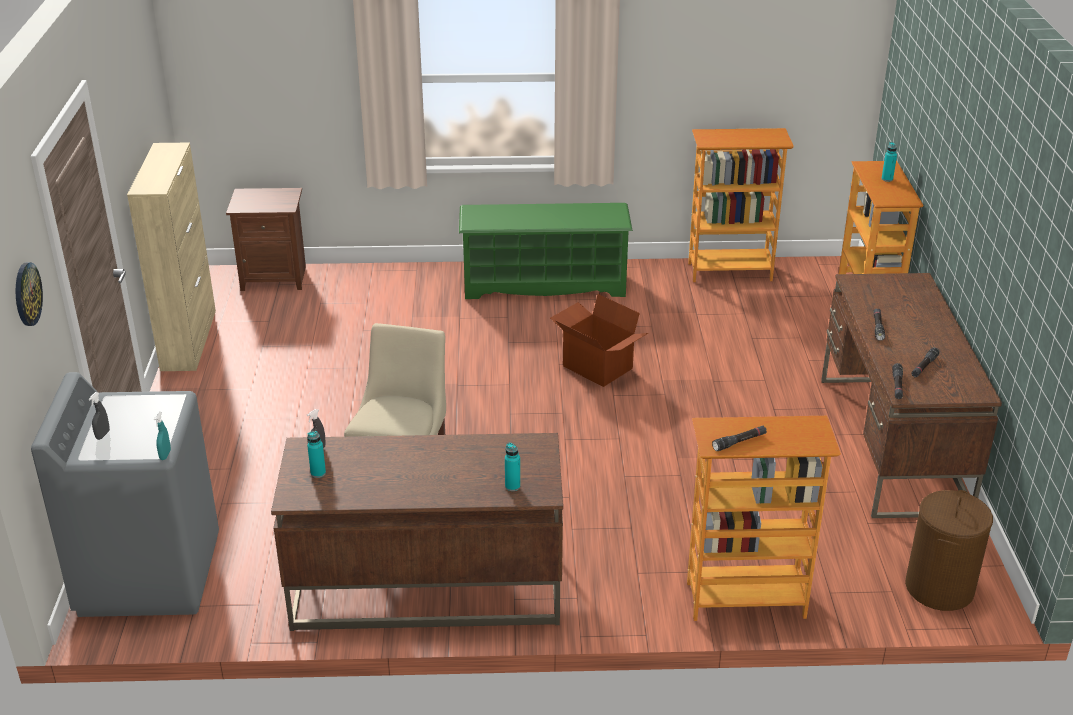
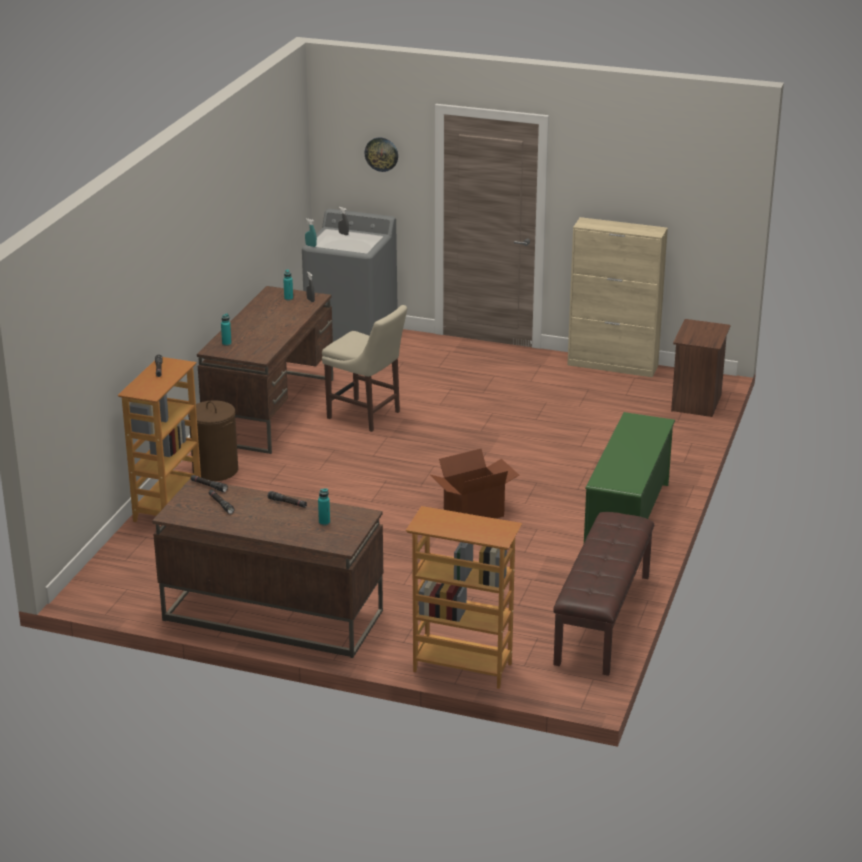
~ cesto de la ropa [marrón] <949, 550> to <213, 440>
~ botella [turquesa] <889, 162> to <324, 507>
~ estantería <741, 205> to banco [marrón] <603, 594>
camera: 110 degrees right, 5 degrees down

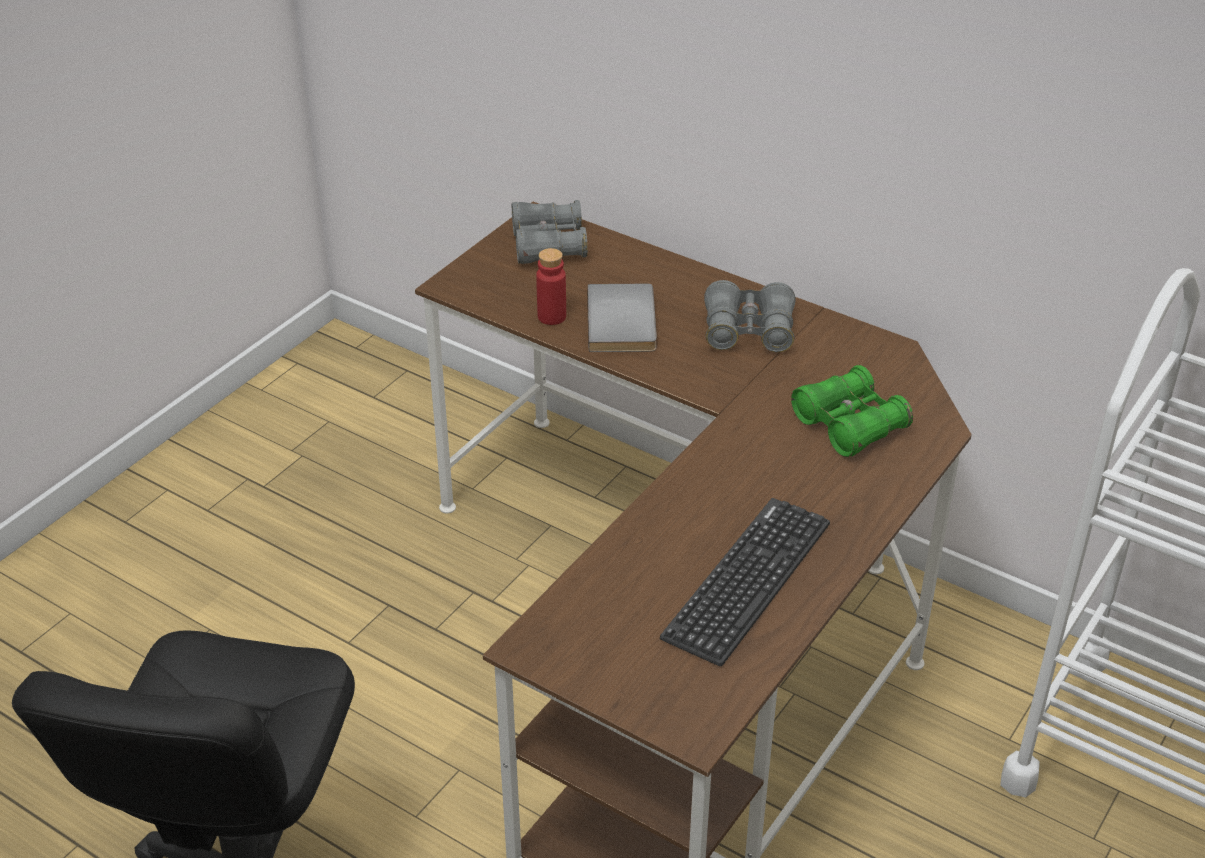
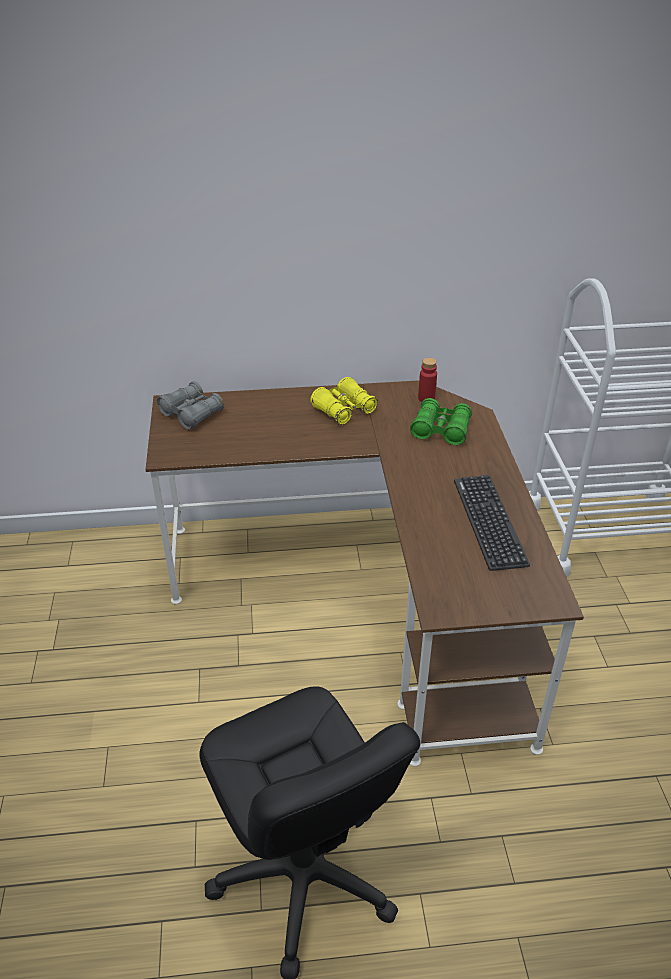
~ prismáticos [gris] <750, 316> to prismáticos [amarillo] <344, 401>
~ botella [rojo] <551, 286> to <427, 380>
- libro [gris] <622, 317>
camera: 40 degrees left, 0 degrees up

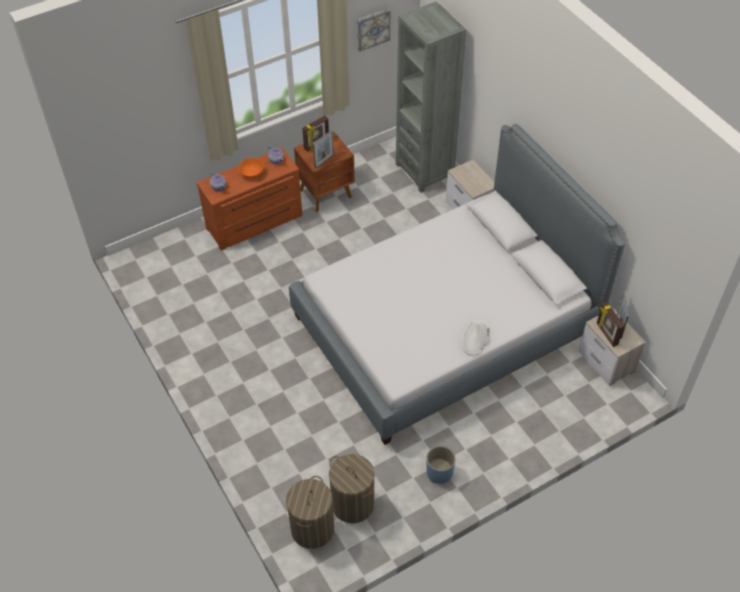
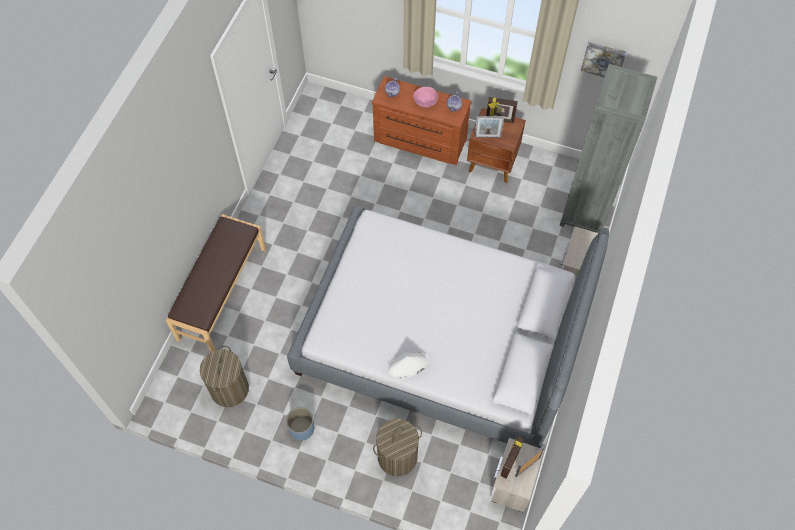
+ banco [marrón] <216, 283>
~ cesto de la ropa <310, 512> to <397, 447>
~ cuenco [naranja] <251, 168> to cuenco [rosa] <425, 97>
camera: 50 degrees right, 10 degrees up

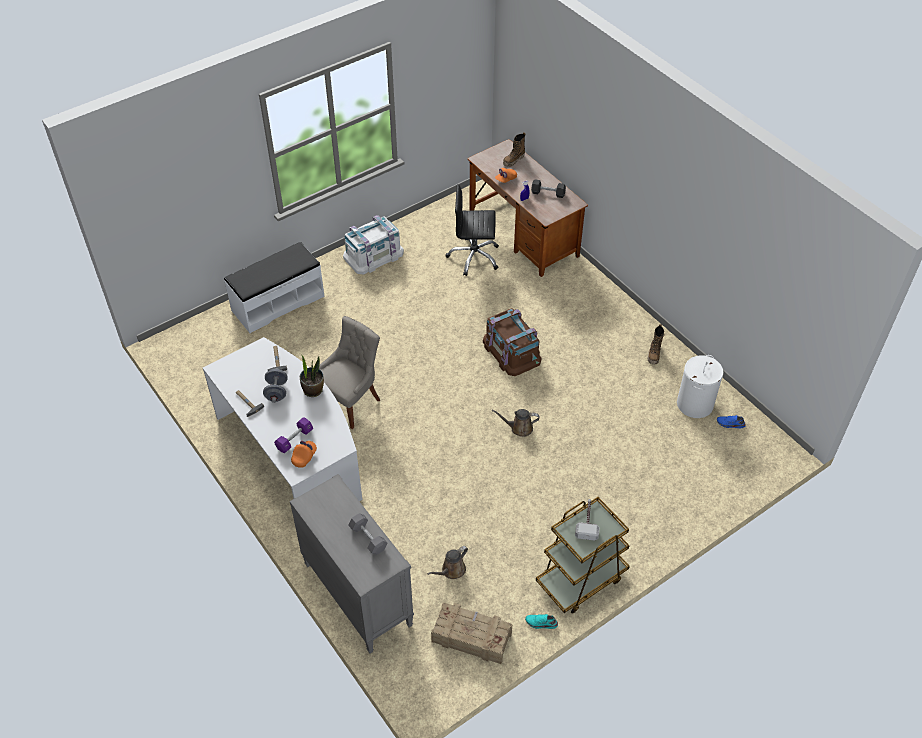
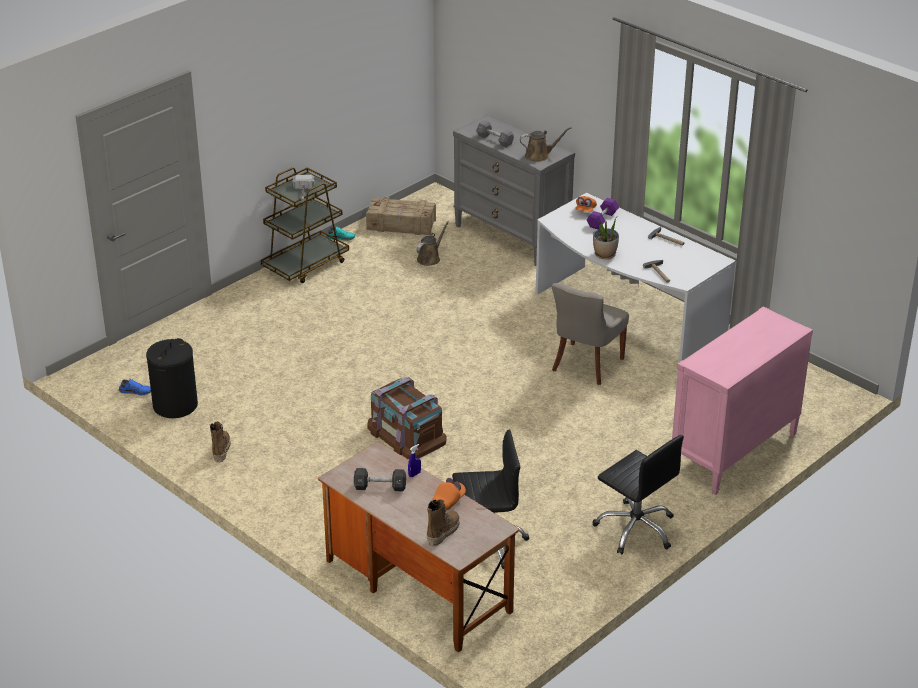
~ cesto de la ropa [blanco] <700, 386> to cesto de la ropa [negro] <172, 378>
~ regadera [marrón] <515, 423> to <545, 144>
~ caja de almacenaje [blanco] <373, 245> to silla de oficina [negro] <638, 494>
~ banco [blanco] <274, 287> to cómoda [rosa] <742, 400>
- mancuerna [gris] <275, 385>
camera: 170 degrees right, 15 degrees down

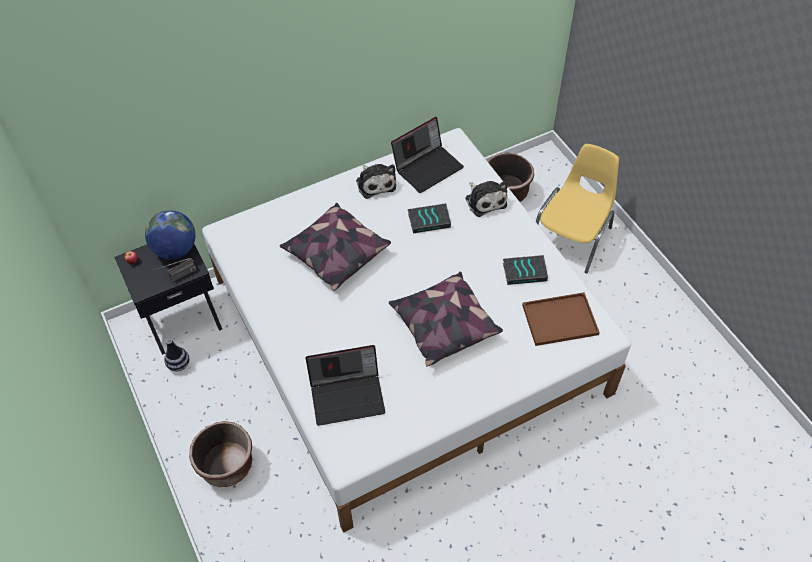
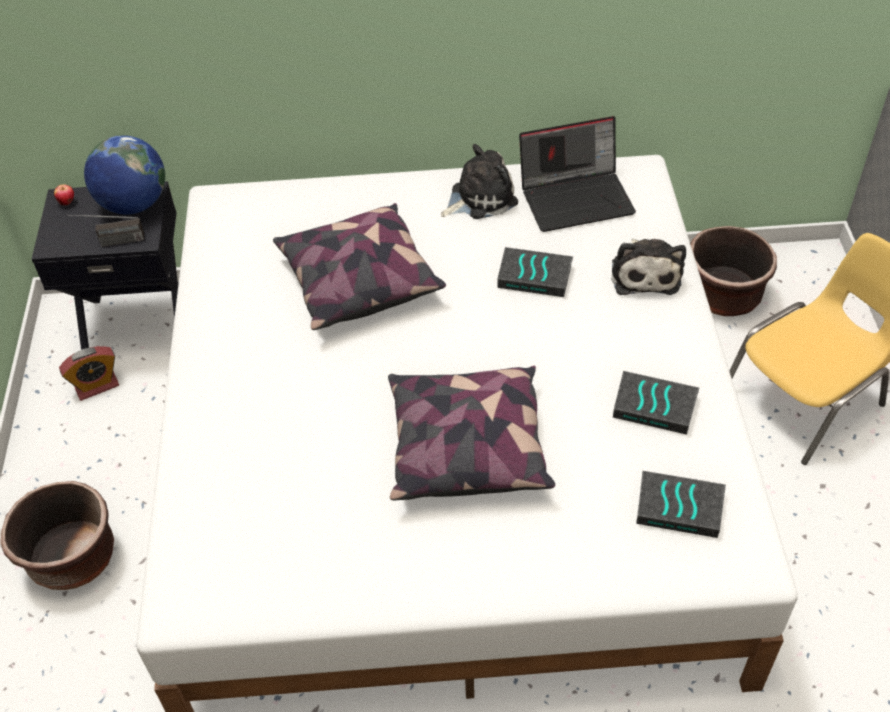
~ florero <177, 355> to despertador <89, 373>
~ peluche <376, 181> = <479, 181> 120 degrees counterclockwise
~ bandeja [marrón] <561, 319> to libro <681, 504>
- portátil <345, 385>
camera: 25 degrees right, 5 degrees down

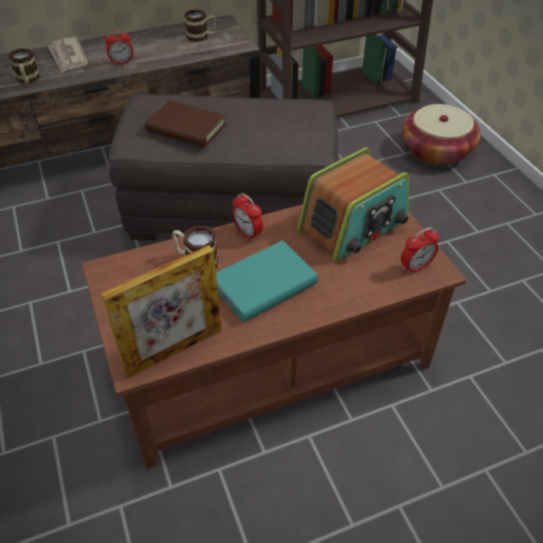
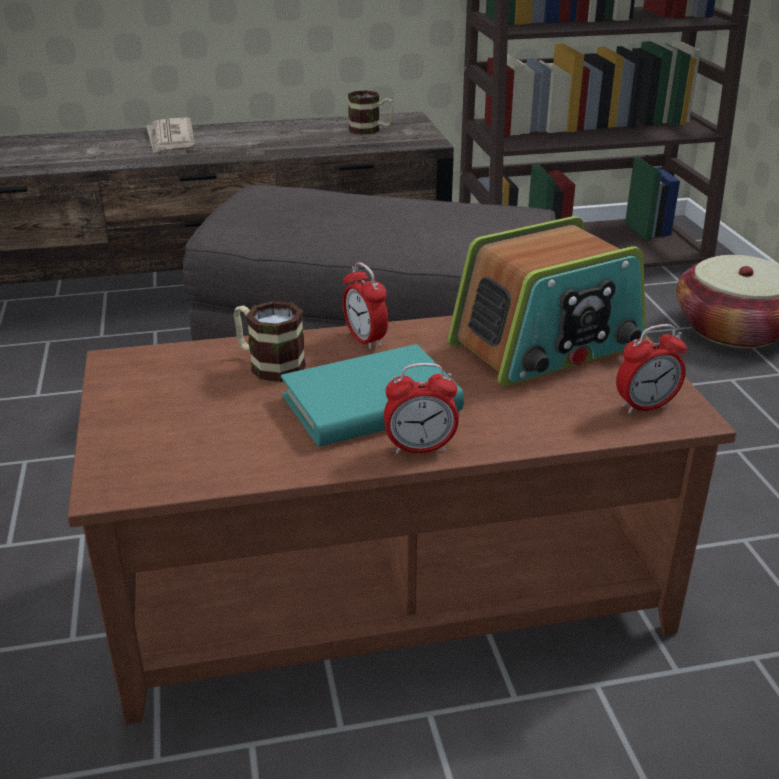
~ despertador <119, 47> to <421, 408>
- taza grande <24, 66>
- portarretratos <161, 311>
- libro [marrón] <185, 123>
camera: 10 degrees right, 15 degrees down

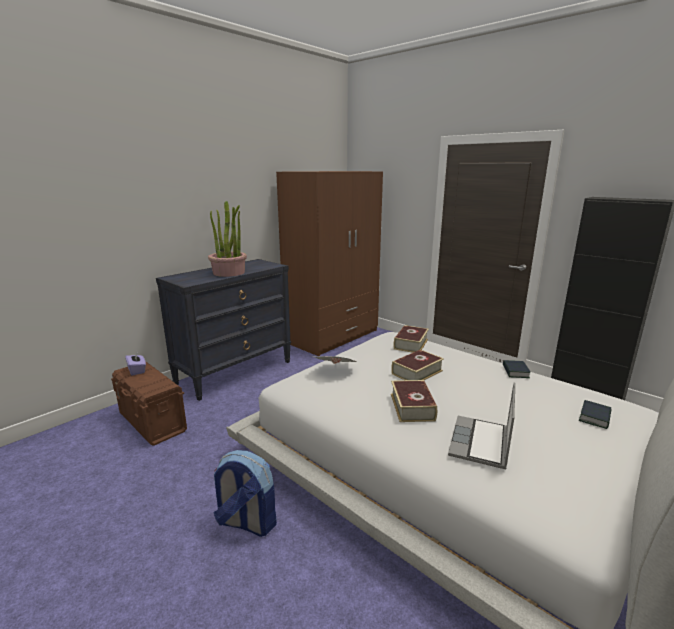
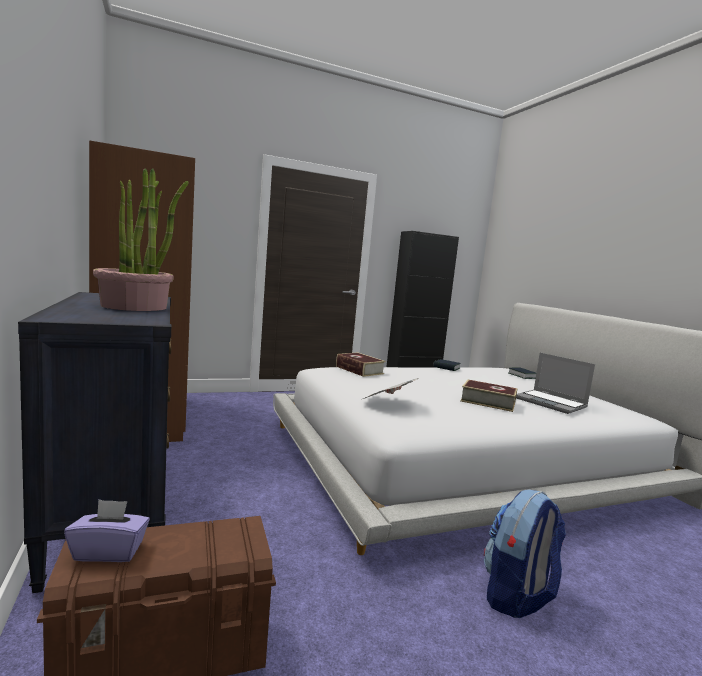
- libro <417, 365>
camera: 65 degrees left, 10 degrees down

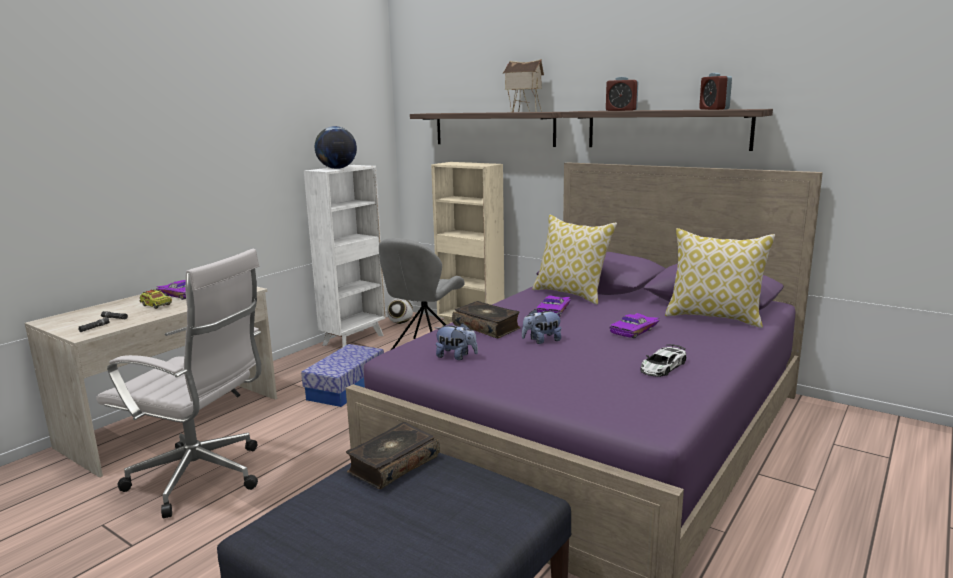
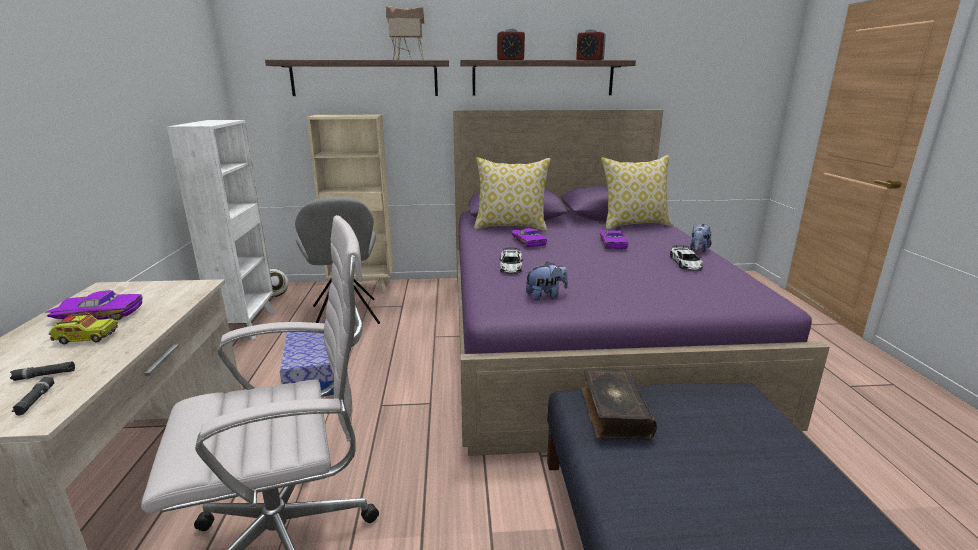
~ libro <486, 319> to coche de juguete <511, 261>
~ peluche <542, 326> to <701, 238>
- globo terráqueo <336, 147>
camera: 40 degrees left, 5 degrees up

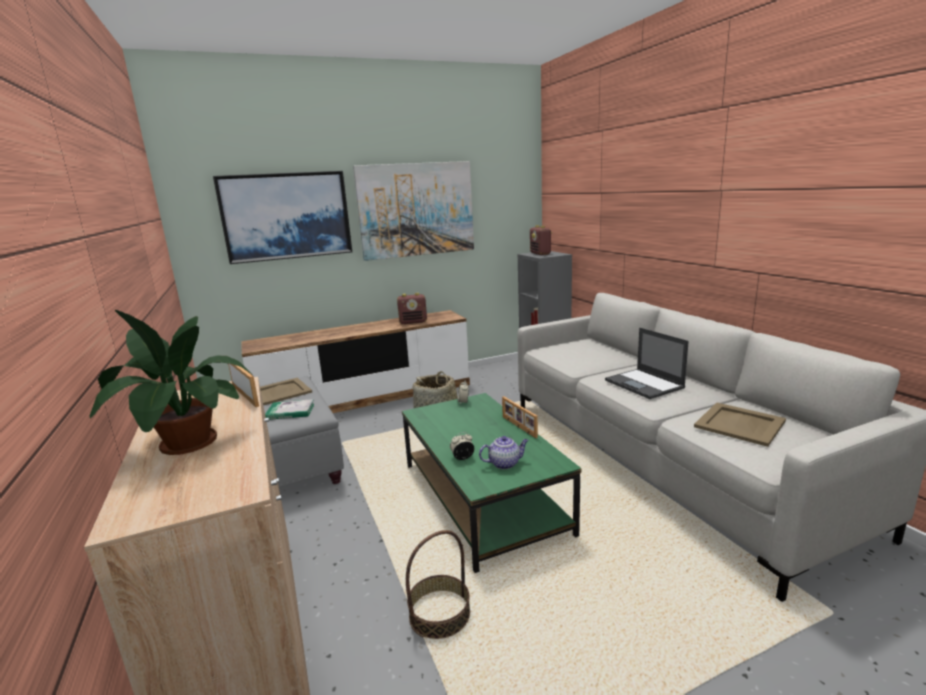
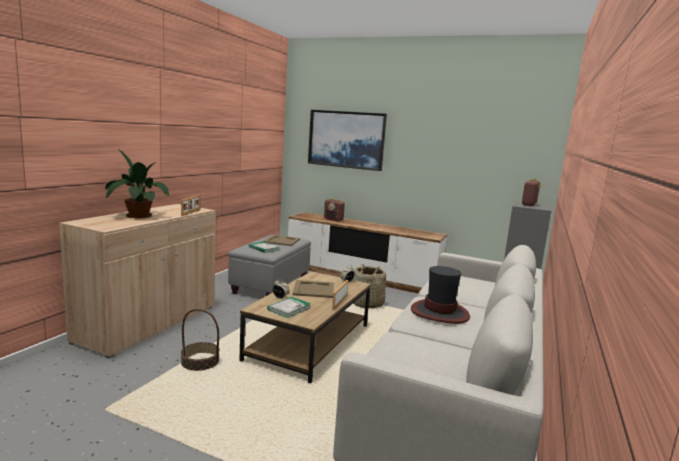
~ mesa de centro [verde] <491, 483> to mesa de centro [marrón] <305, 327>
~ tetera <504, 452> to libro <289, 307>
~ bandeja [beis] <740, 424> to <313, 289>
~ radio <412, 308> to <334, 209>
~ portátil <647, 363> to sombrero <440, 295>
- cuadro <413, 211>
camera: 45 degrees right, 5 degrees down

